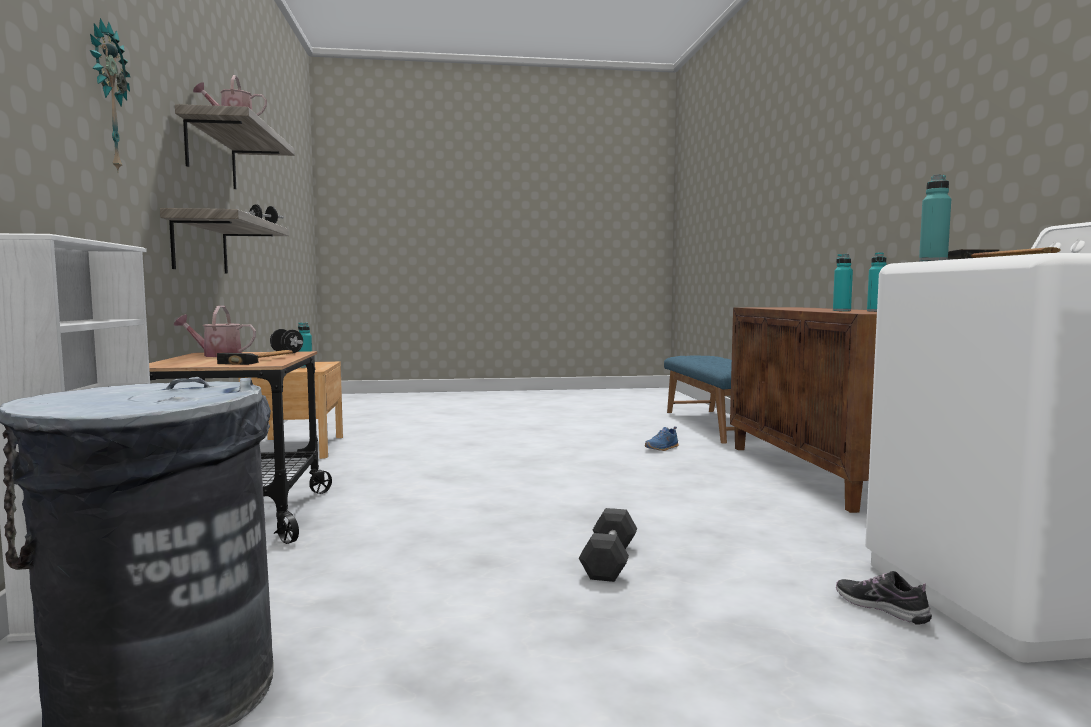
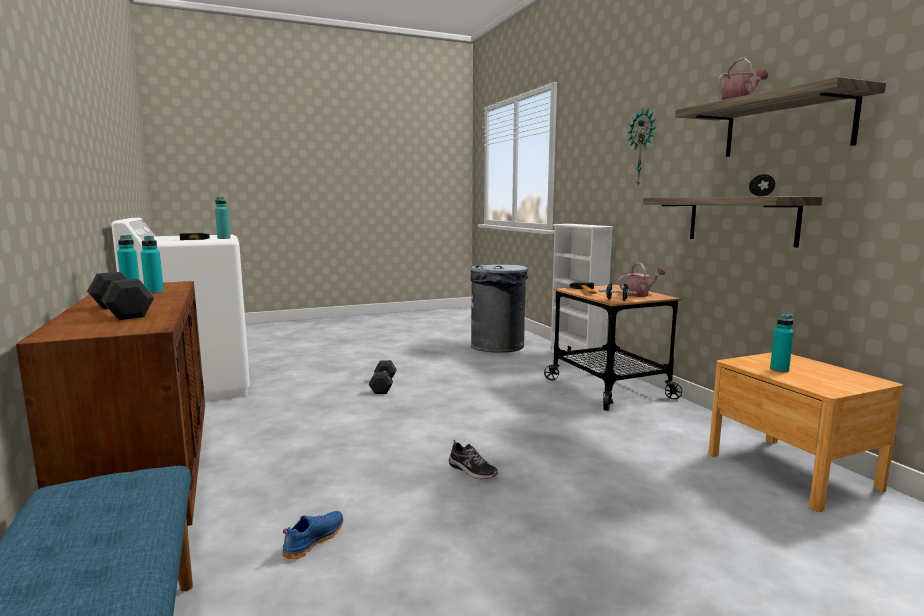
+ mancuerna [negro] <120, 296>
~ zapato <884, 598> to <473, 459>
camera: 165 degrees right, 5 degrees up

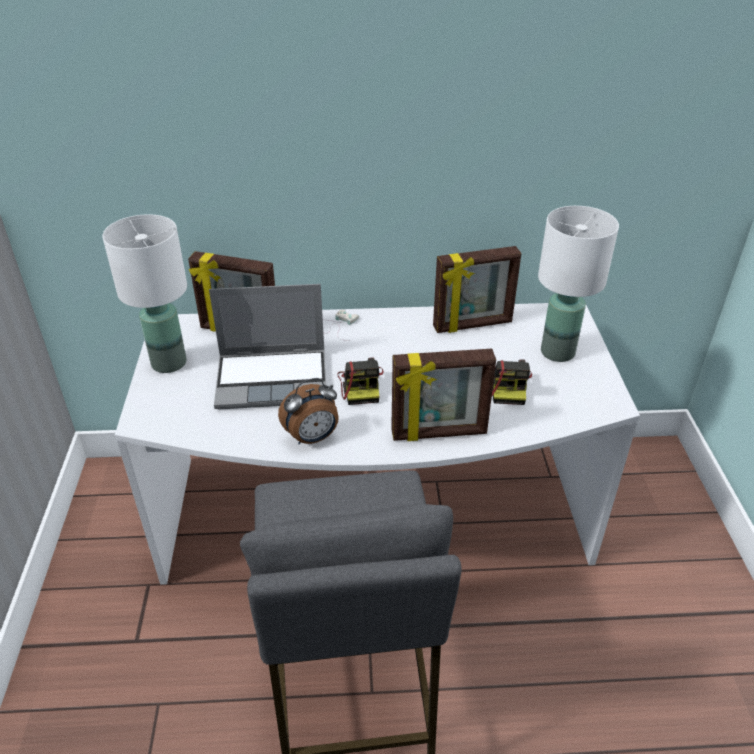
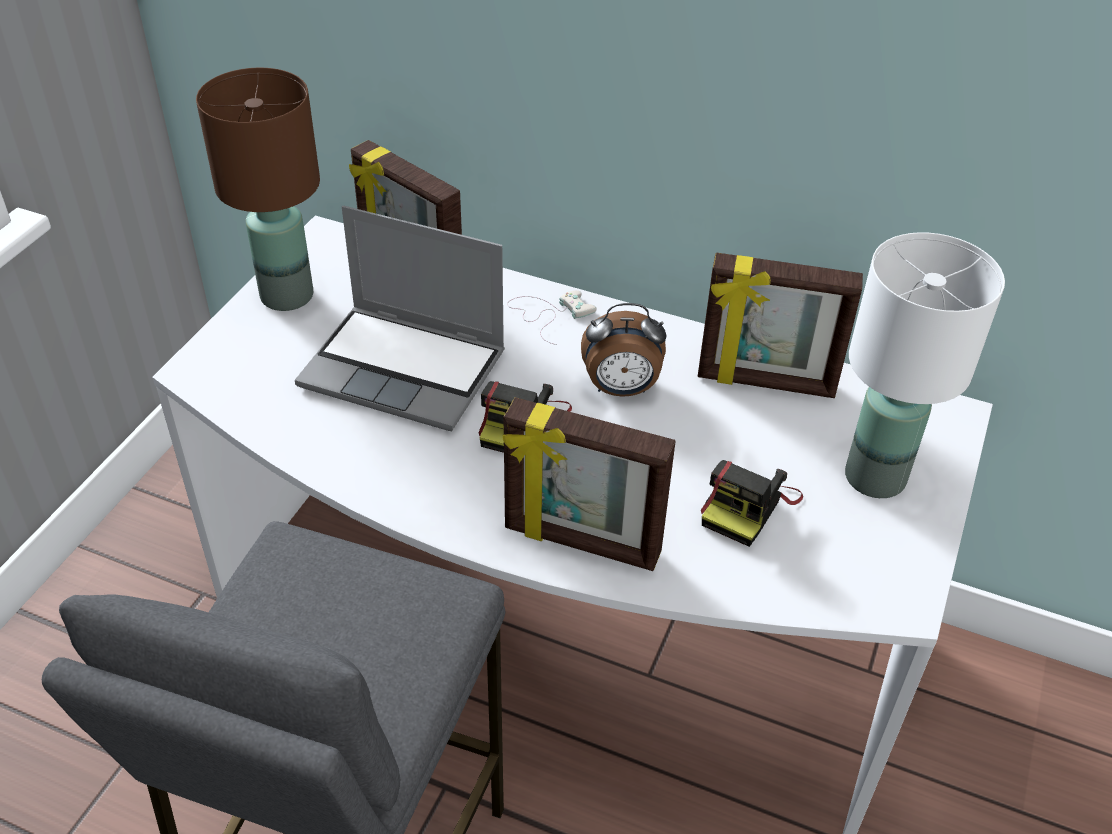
~ lámpara de mesa [blanco] <144, 293> to lámpara de mesa [marrón] <258, 189>
~ despertador <308, 411> to <623, 350>
camera: 25 degrees right, 5 degrees up

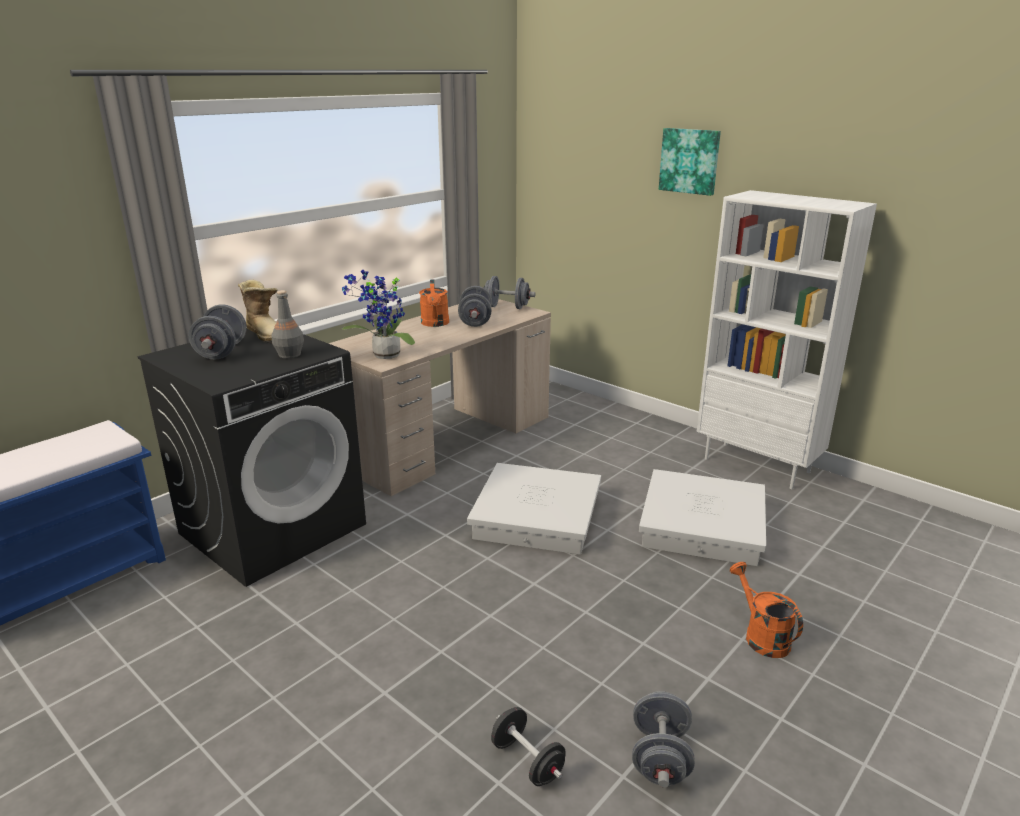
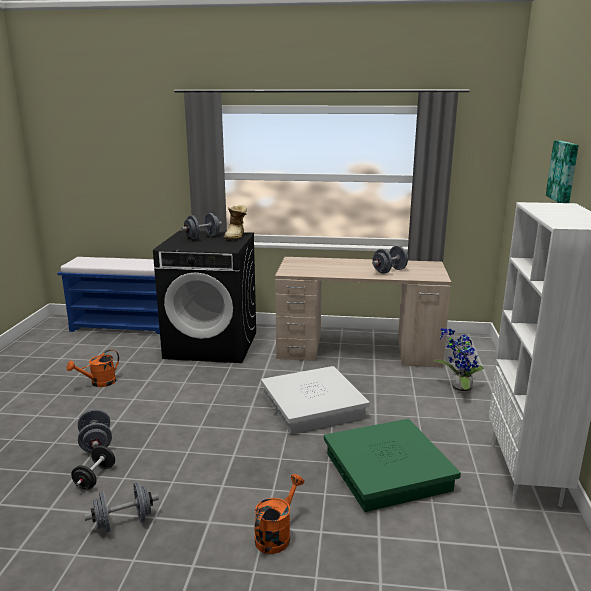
~ regadera [naranja] <434, 303> to <93, 368>
~ mancuerna [gris] <509, 292> to <95, 431>
~ caja de almacenaje [blanco] <702, 517> to caja de almacenaje [verde] <392, 465>
~ planta en maceta <378, 314> to <459, 360>
- botella [gris] <287, 324>
camera: 55 degrees right, 5 degrees down

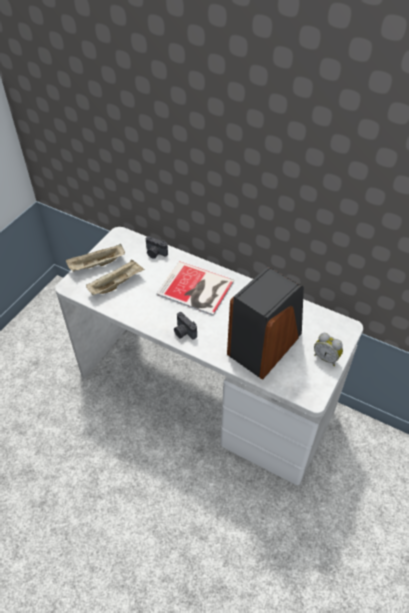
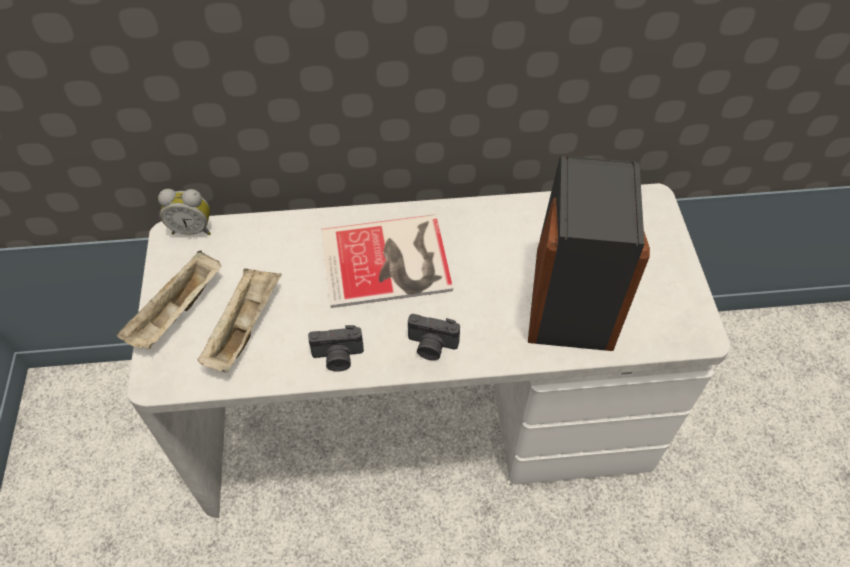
~ despertador <328, 349> to <184, 212>
~ cámara <157, 247> to <336, 348>
camera: 35 degrees left, 5 degrees up

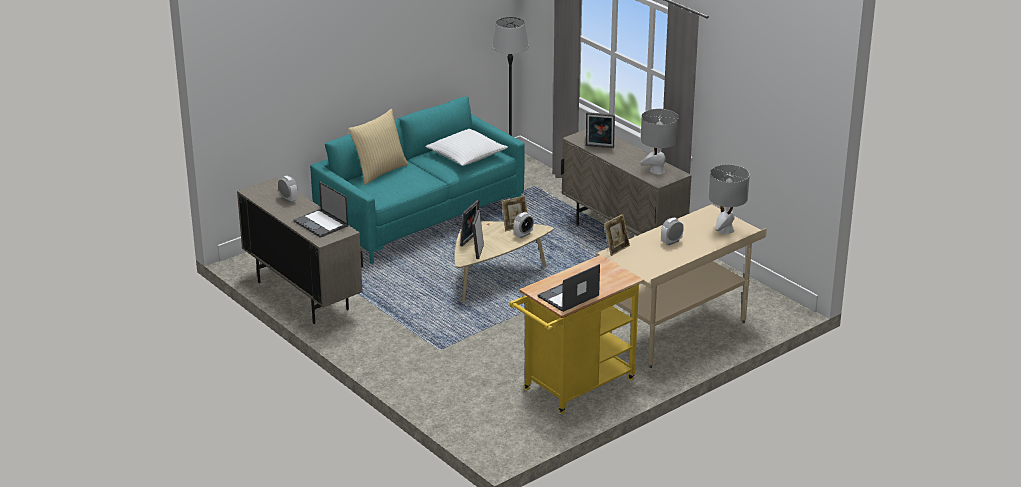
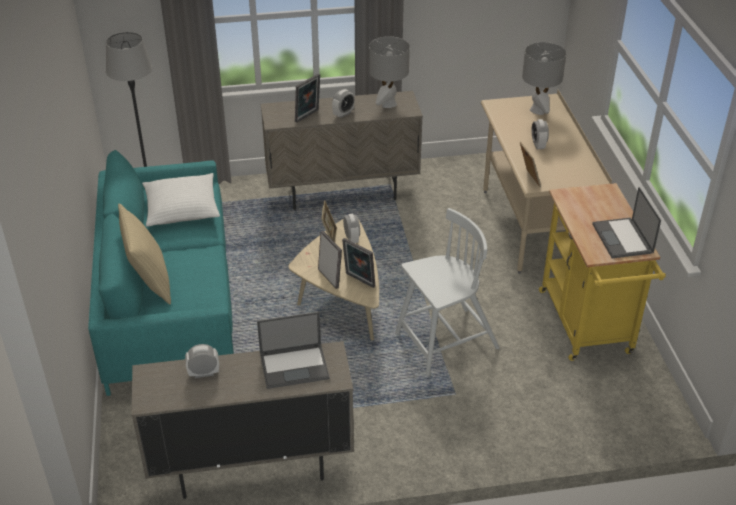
+ despertador <343, 103>
+ silla [blanco] <447, 292>
camera: 60 degrees left, 10 degrees up

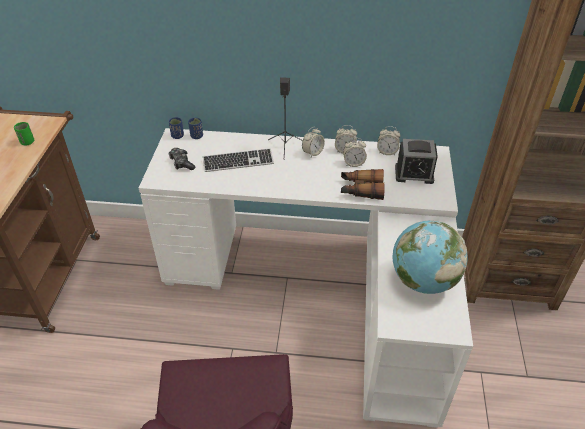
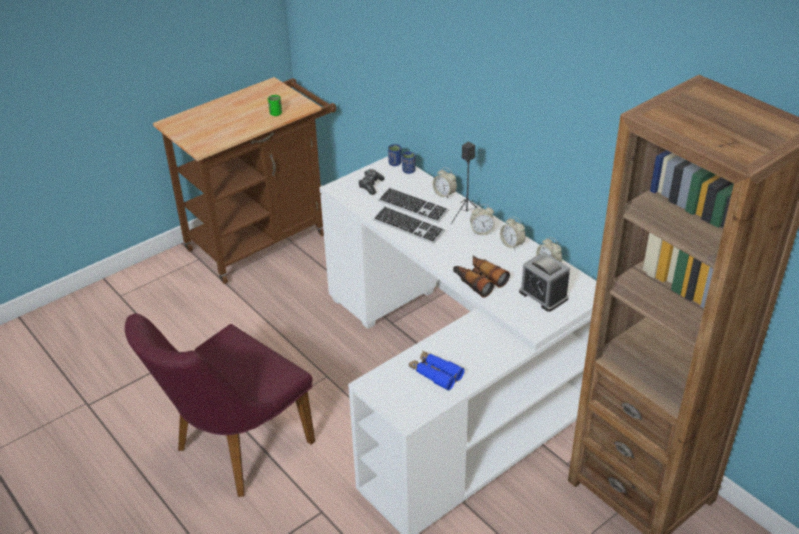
+ teclado <409, 225>
~ globo terráqueo <430, 257> to prismáticos [azul] <436, 370>
~ despertador <355, 152> to <445, 182>
camera: 45 degrees right, 5 degrees down

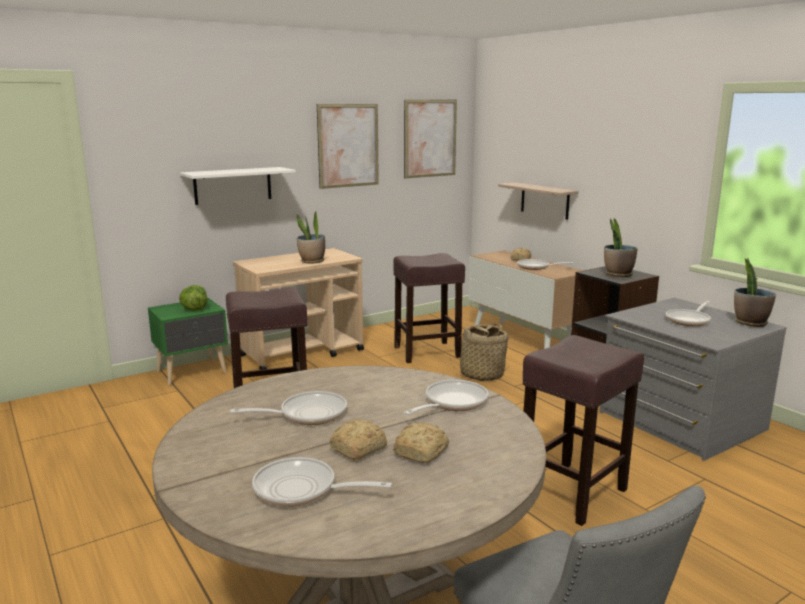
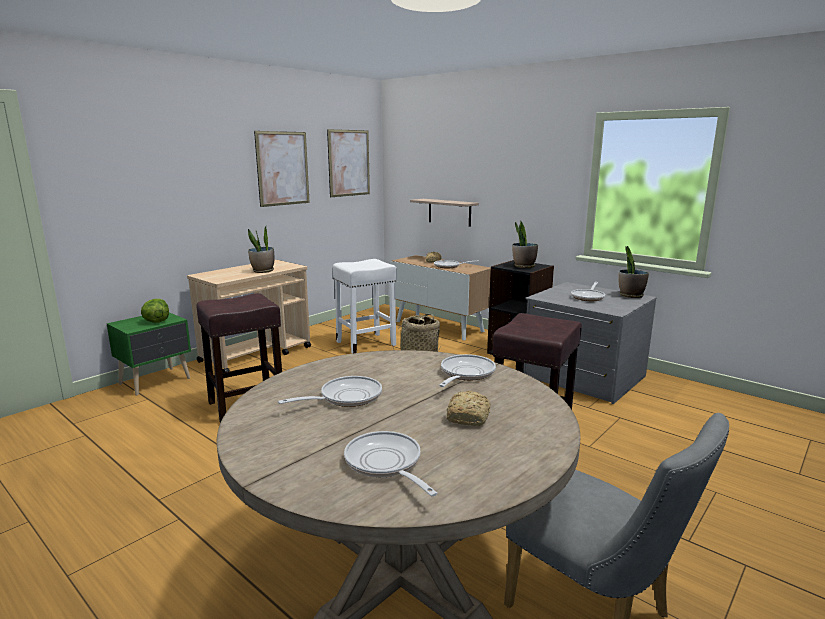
~ taburete [marrón] <429, 308> to taburete [blanco] <365, 306>
~ sartén <322, 482> = <391, 464> 60 degrees clockwise
- estante [blanco] <238, 186>
- pan <358, 439>
camera: 15 degrees left, 0 degrees up

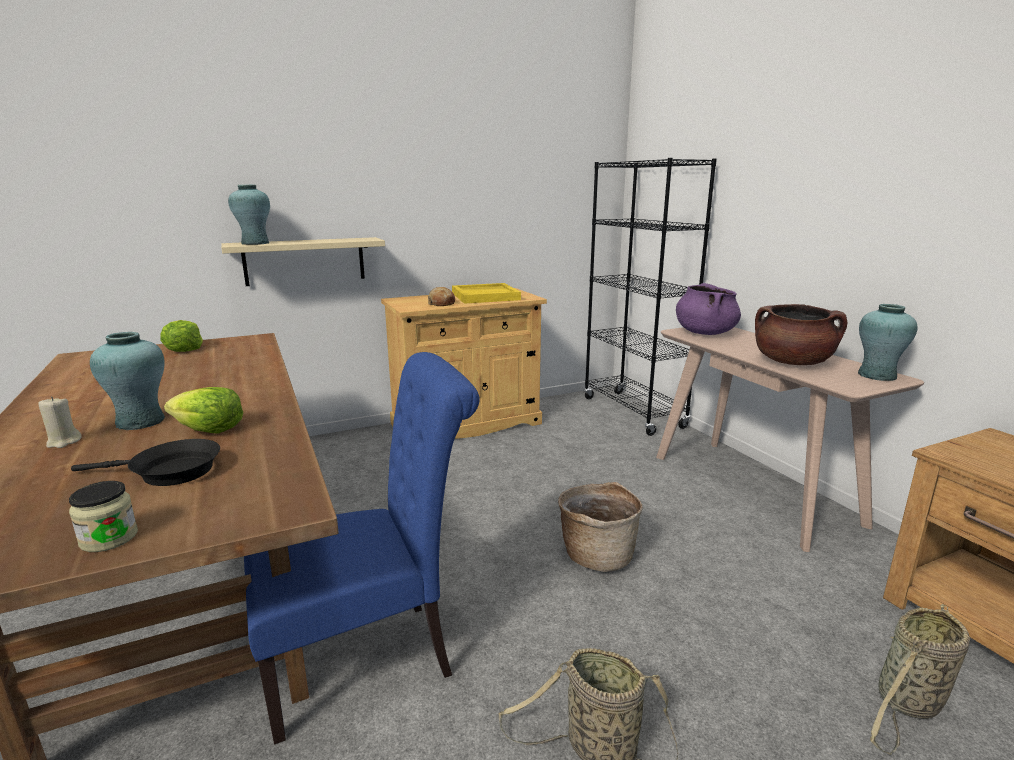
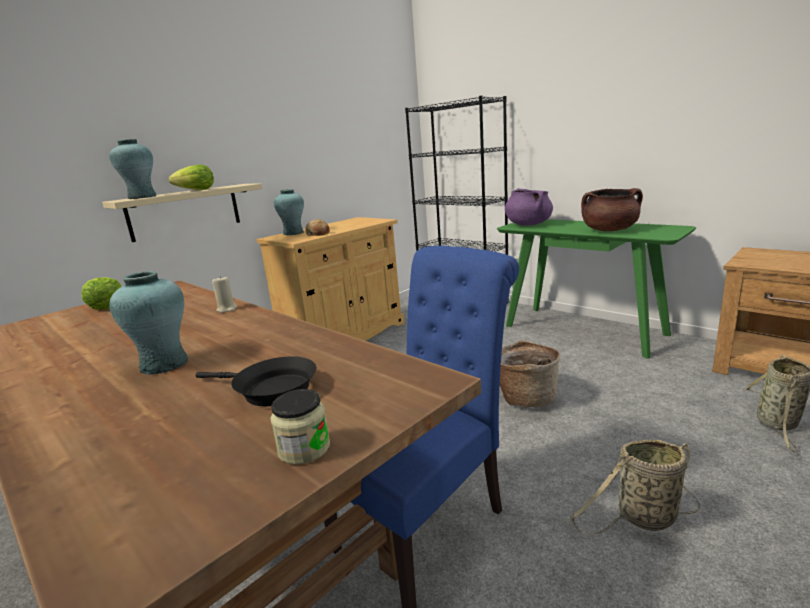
~ lechuga <203, 410> to <191, 177>
~ sartén [negro] <145, 462> = <255, 381> 45 degrees clockwise
~ vela [beis] <59, 422> to <224, 294>
~ florero [turquesa] <887, 342> to <289, 212>
~ mesa consola [beis] <790, 439> to mesa consola [verde] <596, 289>
- bandeja [amarillo] <486, 293>
camera: 20 degrees left, 0 degrees up

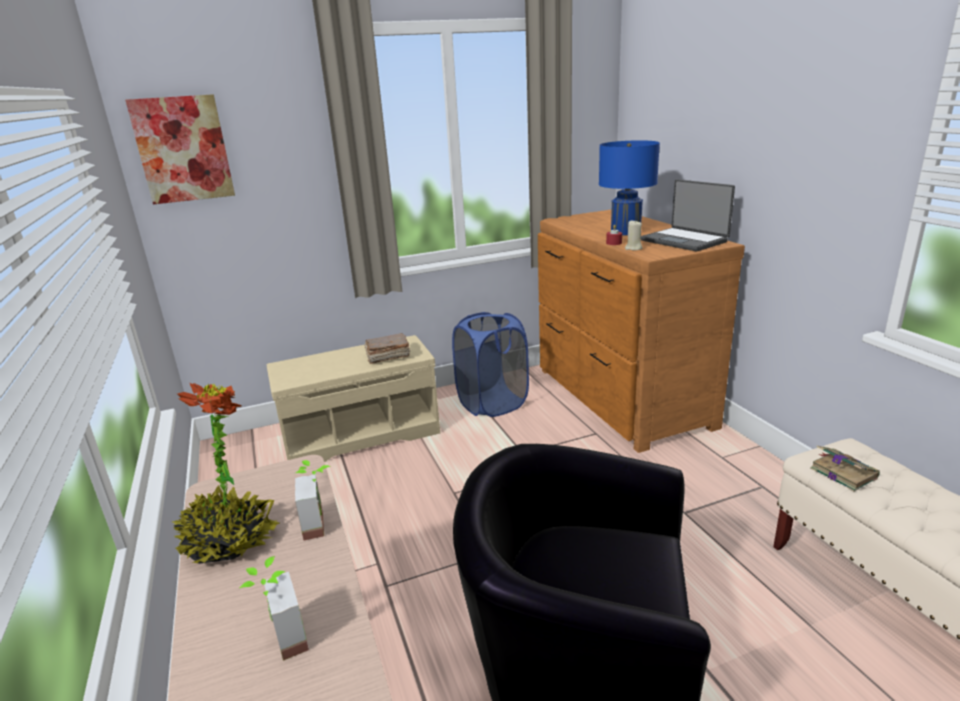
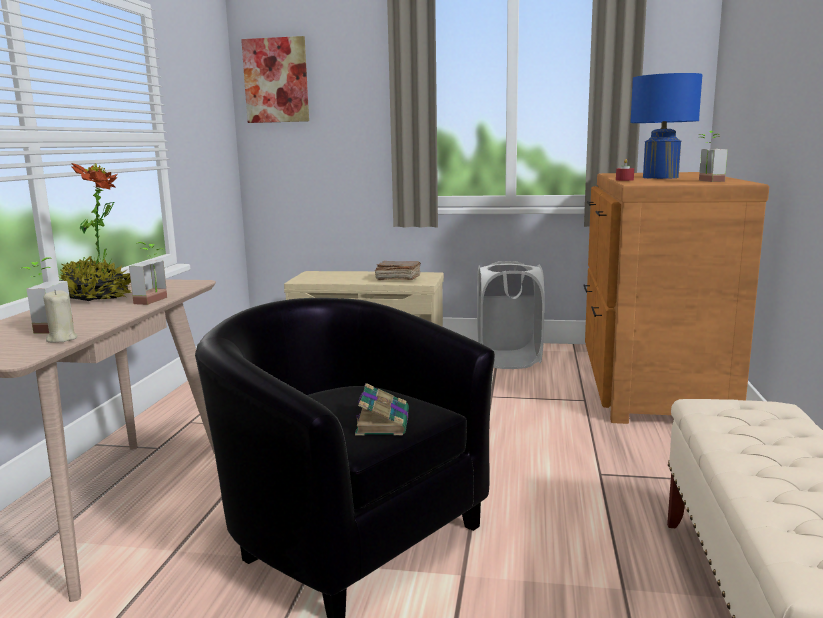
~ vela [beis] <633, 235> to <60, 316>
~ libro <845, 468> to <382, 409>
~ cesto de la ropa [azul] <490, 364> to cesto de la ropa [blanco] <511, 315>
~ portátil <688, 215> to planta en maceta <713, 156>
camera: 30 degrees right, 10 degrees down

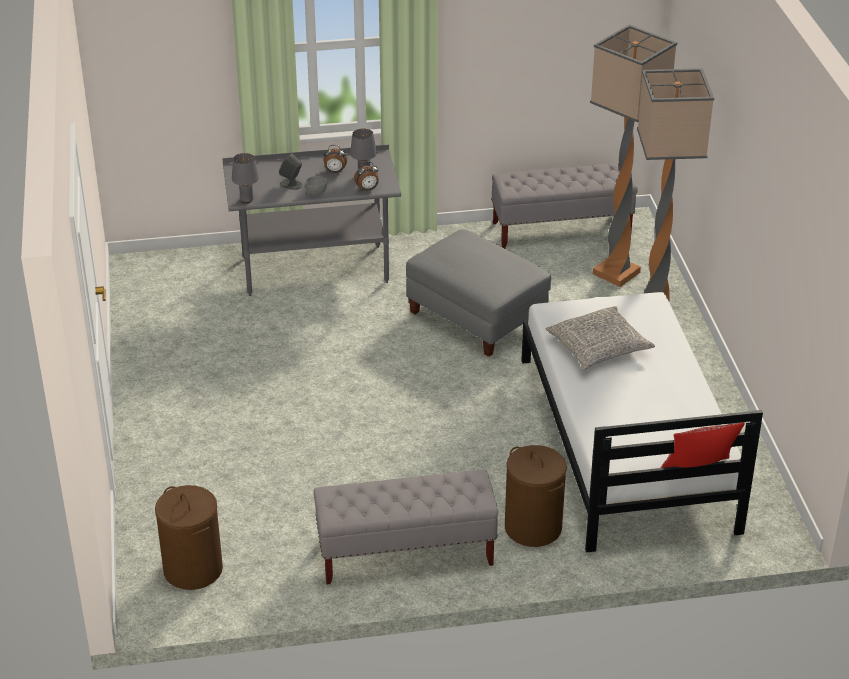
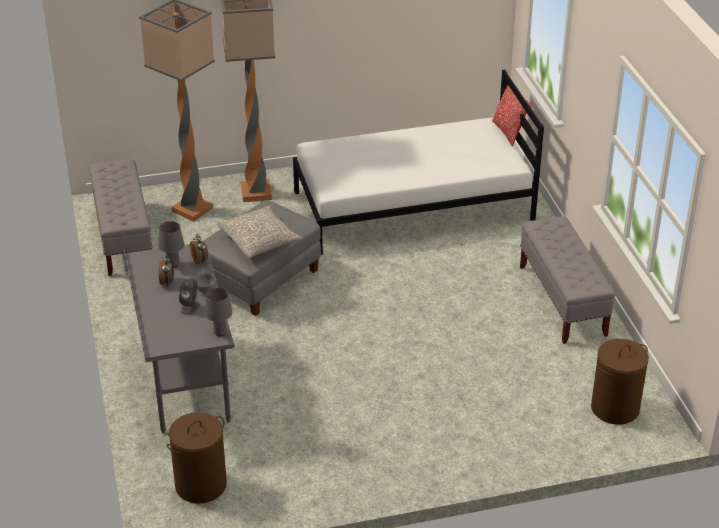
~ cesto de la ropa [marrón] <536, 496> to <197, 458>
~ cojín [gris] <600, 337> to <259, 231>
camera: 95 degrees left, 0 degrees up

